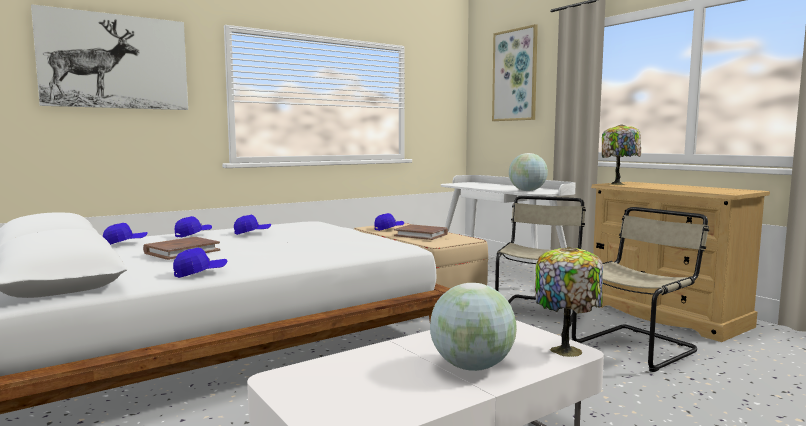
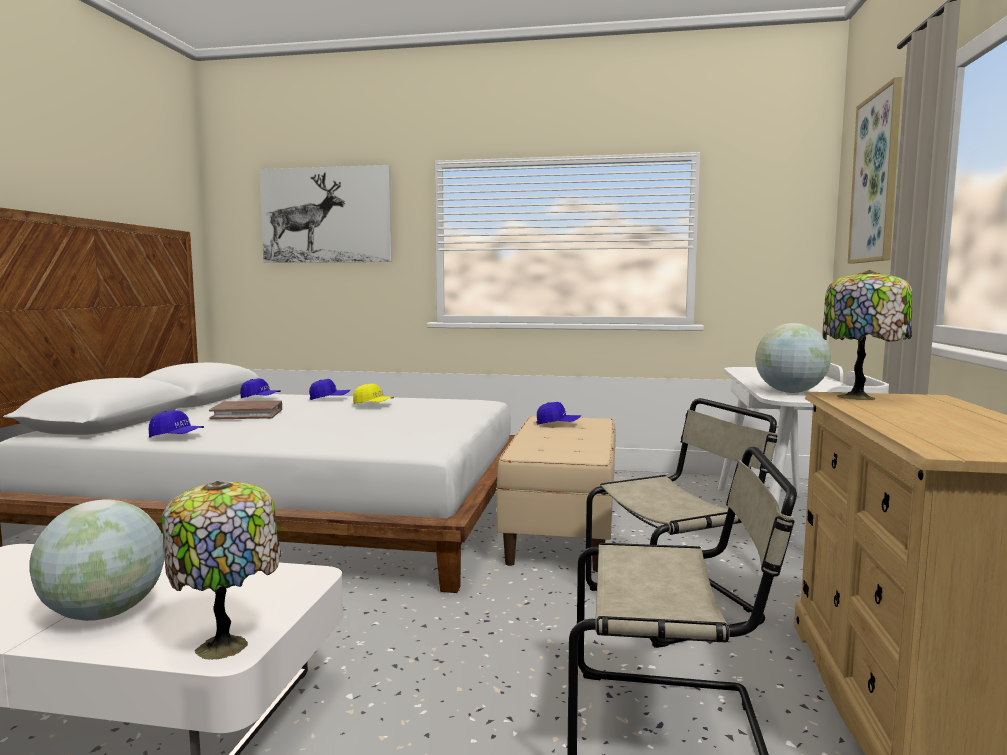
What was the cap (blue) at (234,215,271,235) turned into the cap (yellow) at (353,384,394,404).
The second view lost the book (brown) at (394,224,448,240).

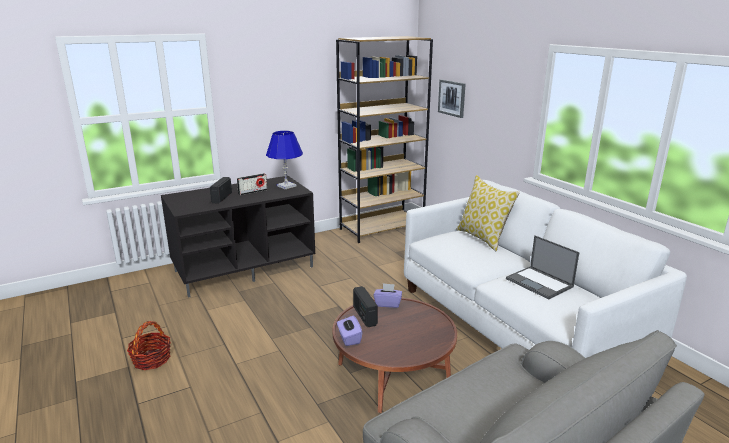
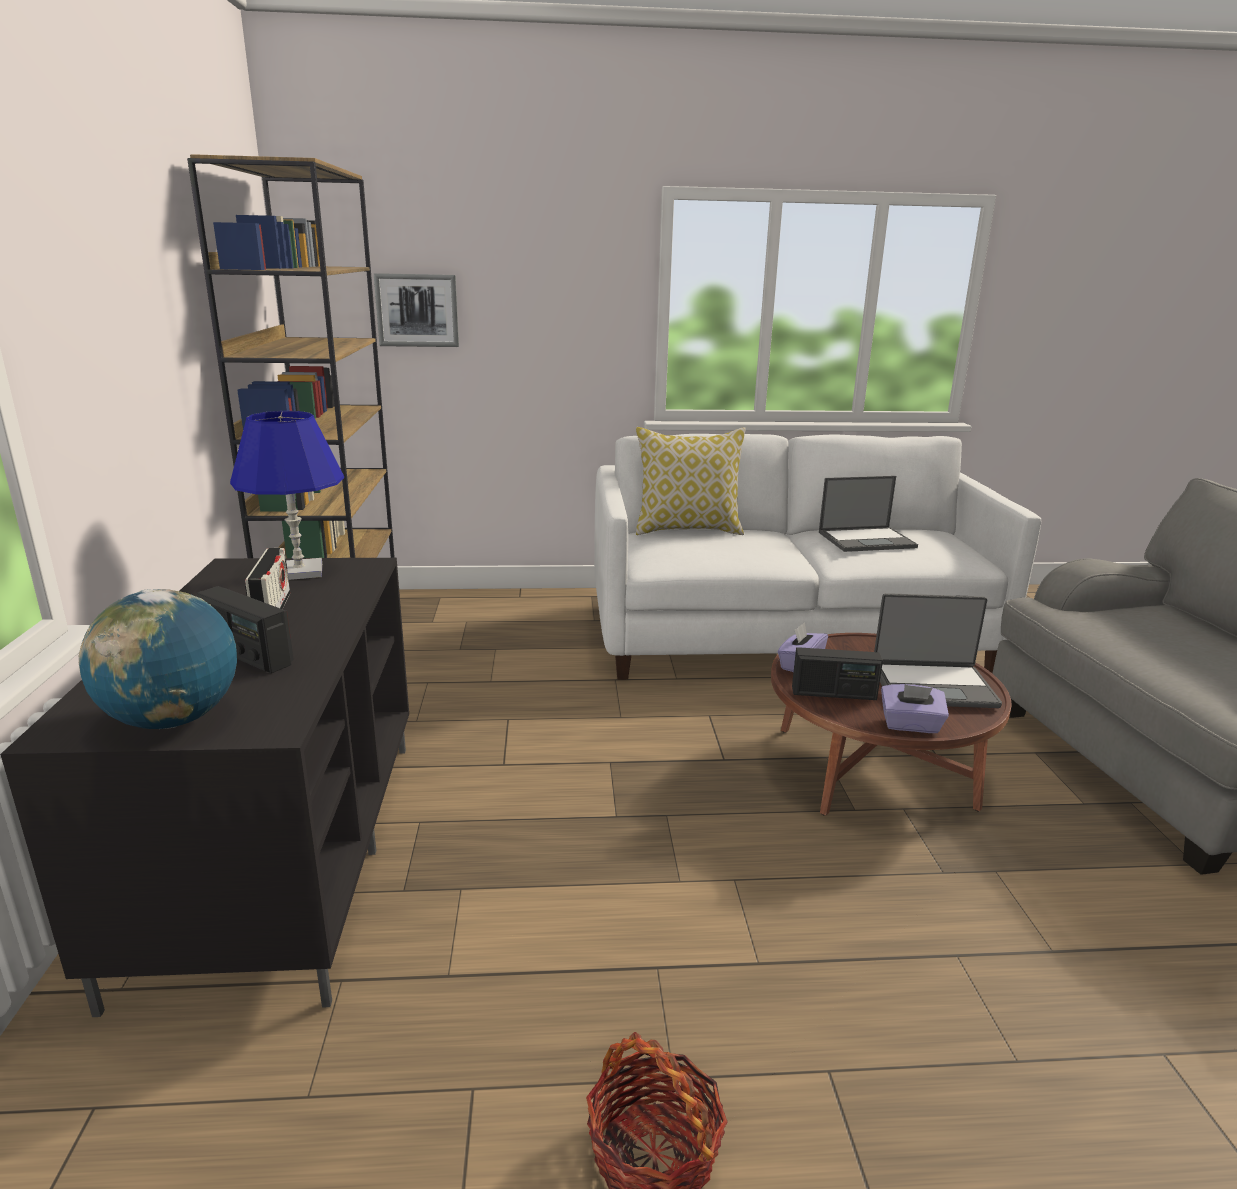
The second view gained the globe at (78,589,237,729).
The second view gained the laptop at (874,593,1002,708).

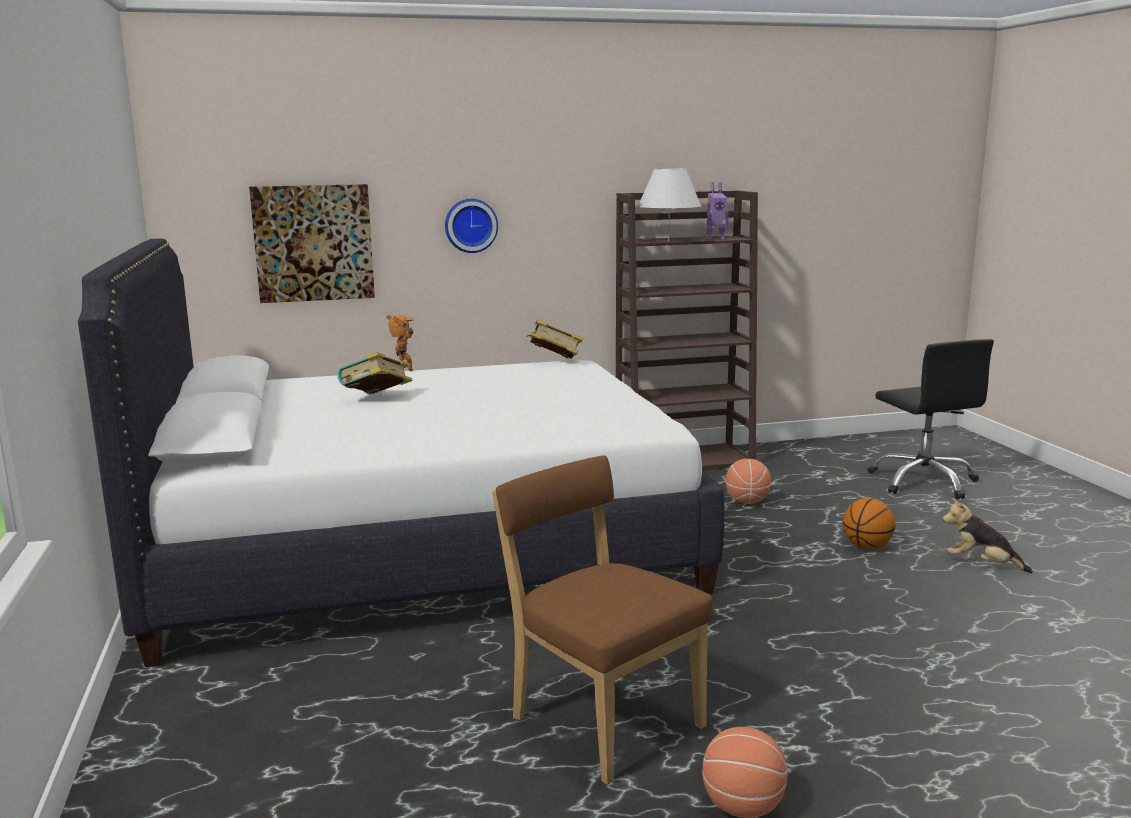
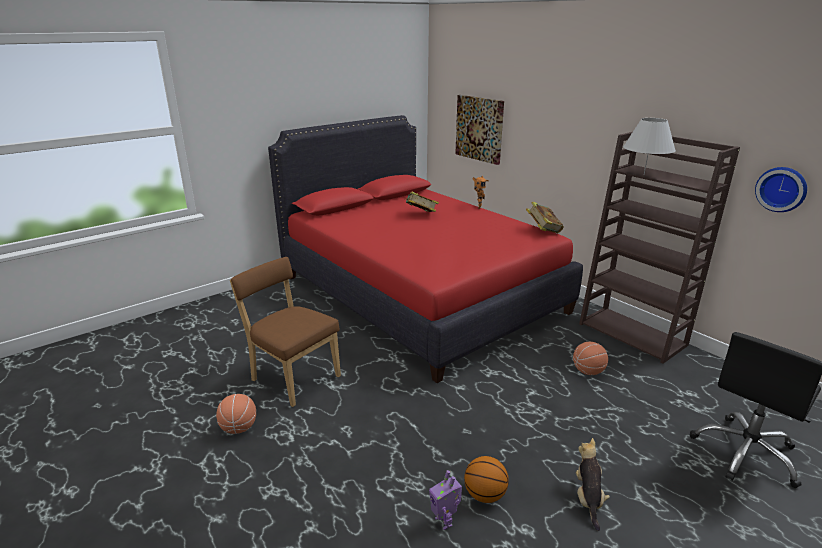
The chair (brown) at (492,456,714,785) ended up facing another way, 75 degrees counterclockwise from before.
What was the bed (white) at (78,238,725,667) turned into the bed (red) at (268,115,583,383).
The toy robot ended up elsewhere, having gone from (707,182,729,239) to (429,470,462,530).
The basketball ended up elsewhere, having gone from (843,498,895,549) to (464,456,509,503).
The wall clock ended up elsewhere, having gone from (445,199,498,253) to (755,167,807,212).

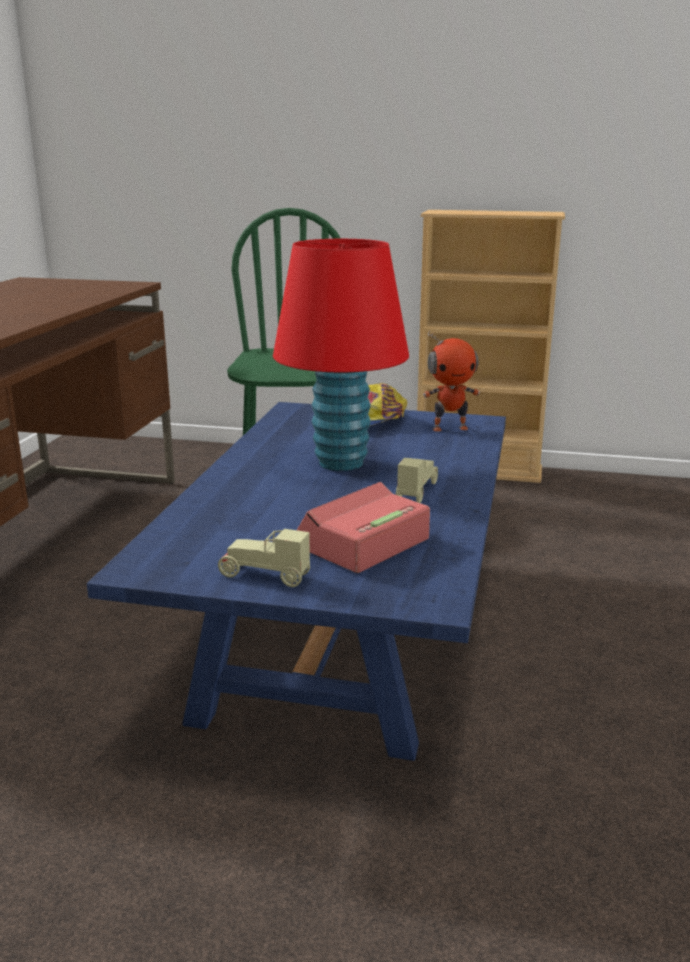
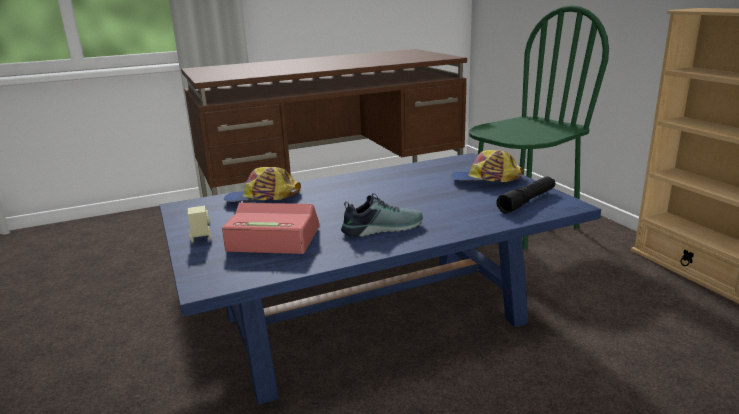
The second view gained the cap at (224,167,301,202).
Where the toy car (beige) stood at (396,458,438,503), the shoe came to stand at (341,193,423,237).
Where the toy robot stood at (423,331,480,432), the flashlight (black) came to stand at (496,176,555,214).
The second view lost the table lamp (red) at (273,239,409,471).

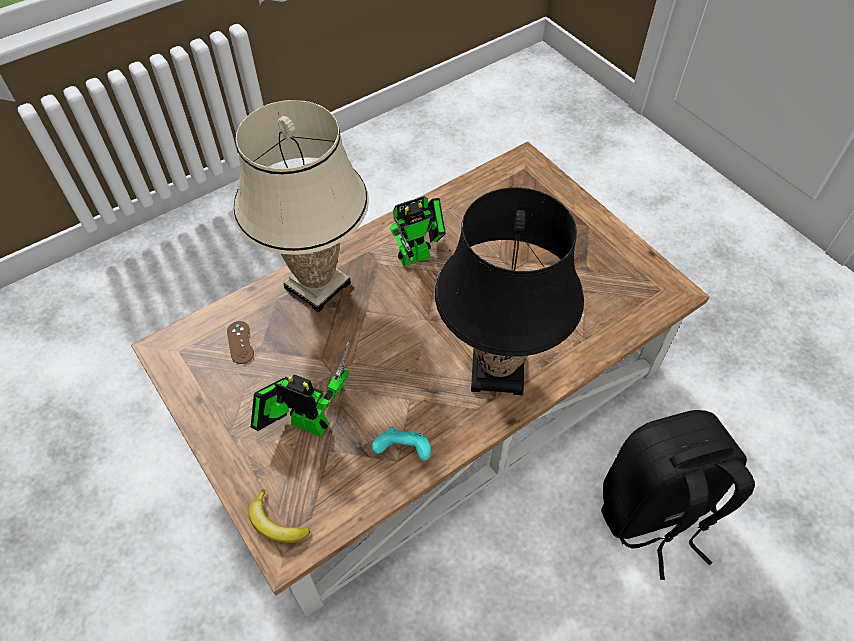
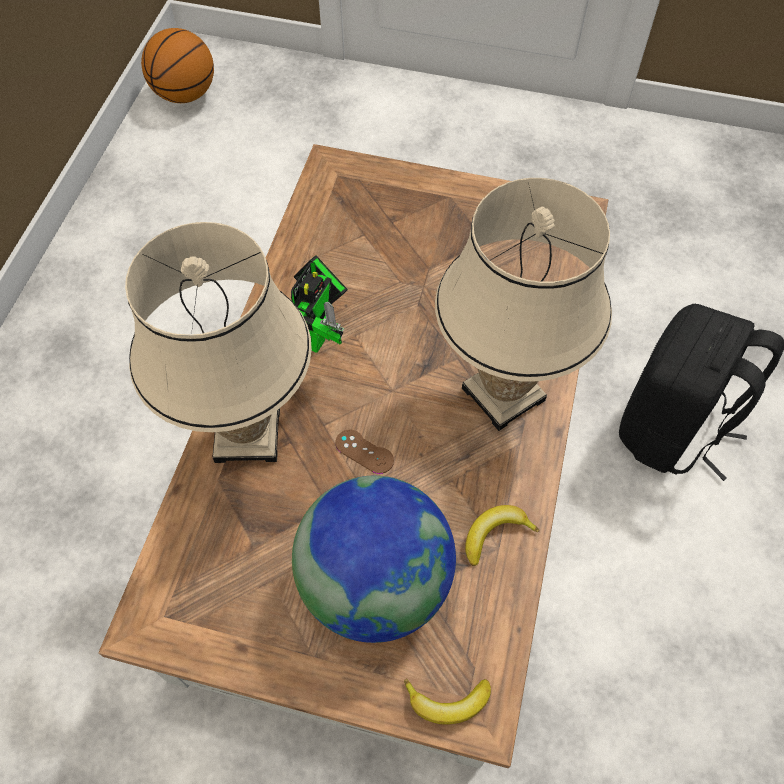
The second view gained the basketball at (141,28,214,103).
Where the toy robot stood at (251,341,349,437), the globe came to stand at (292,476,456,643).
The game controller (brown) ended up elsewhere, having gone from (227,321,254,364) to (336,429,394,474).
What was the table lamp (black) at (435,188,584,395) turned into the table lamp (beige) at (435,178,612,431).
Where the game controller (turquoise) stood at (372,427,431,461), the banana came to stand at (465,505,540,566).

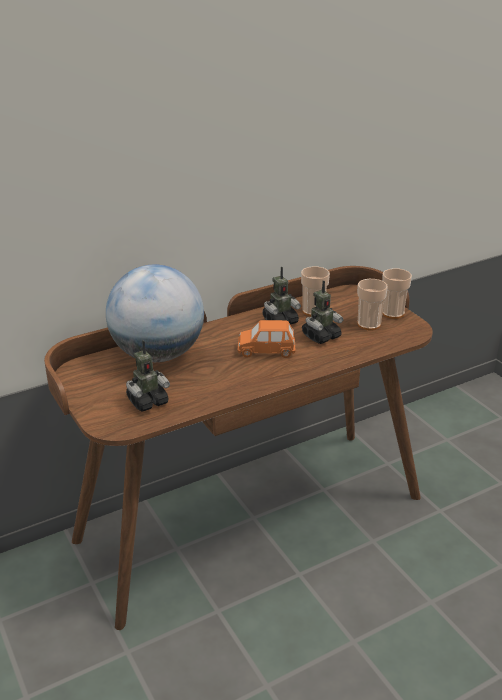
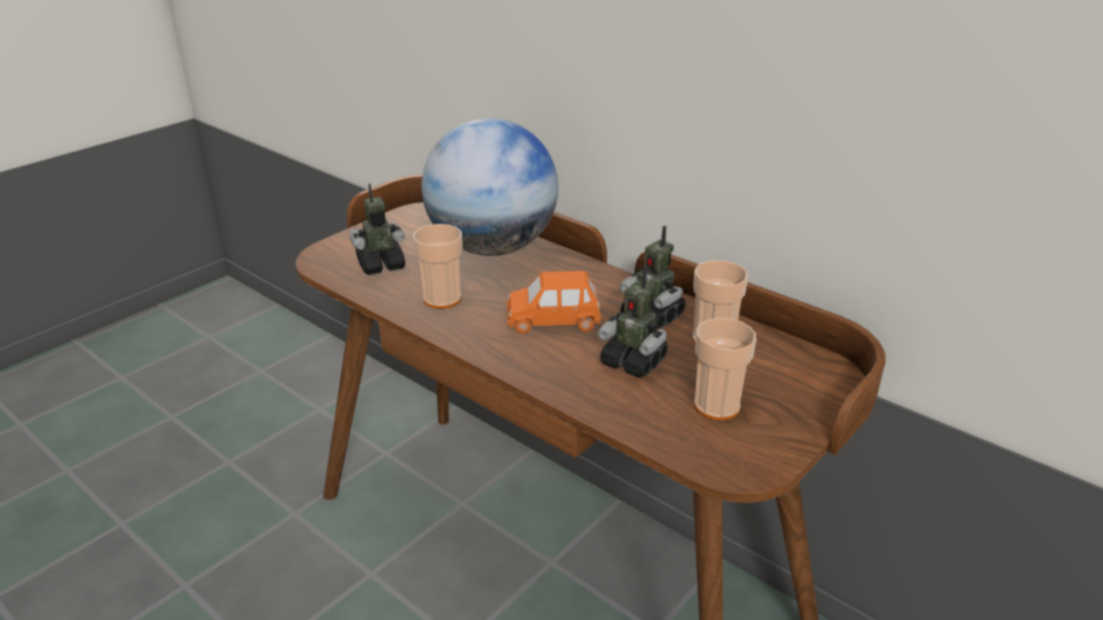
The toy robot at (126,340,170,412) ended up facing another way, 120 degrees clockwise from before.
The cup ended up elsewhere, having gone from (382,268,412,319) to (413,224,463,309).
The toy car (orange) at (237,320,296,358) ended up facing another way, 75 degrees counterclockwise from before.

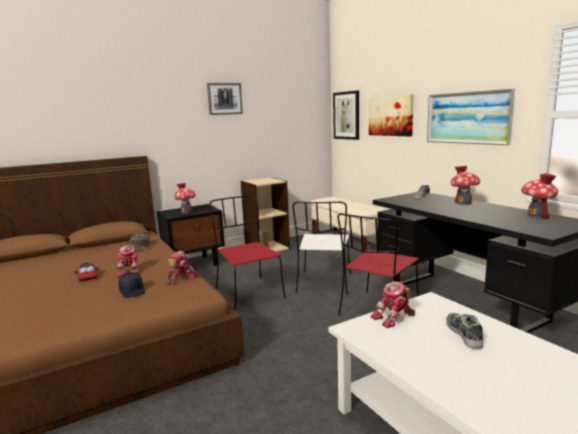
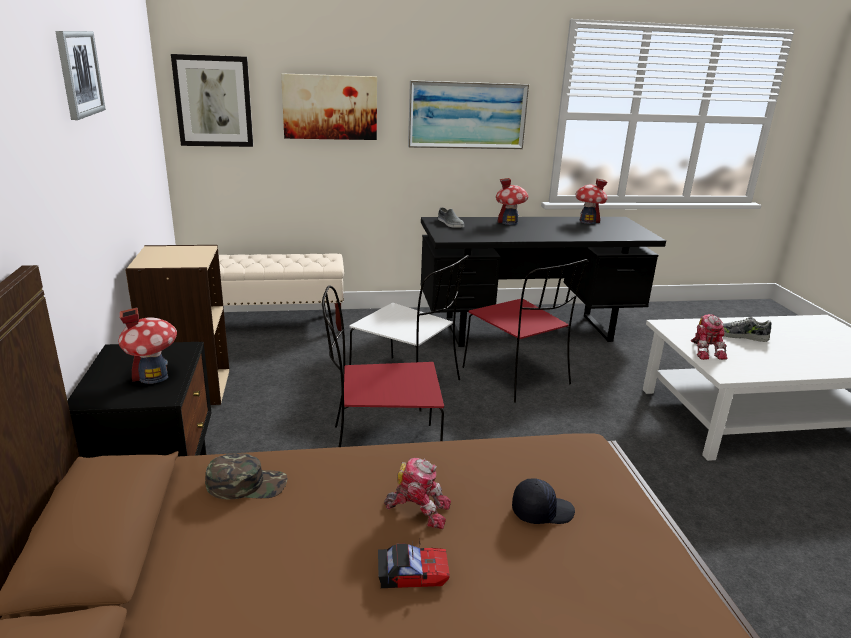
The second view lost the toy robot at (166,251,199,285).

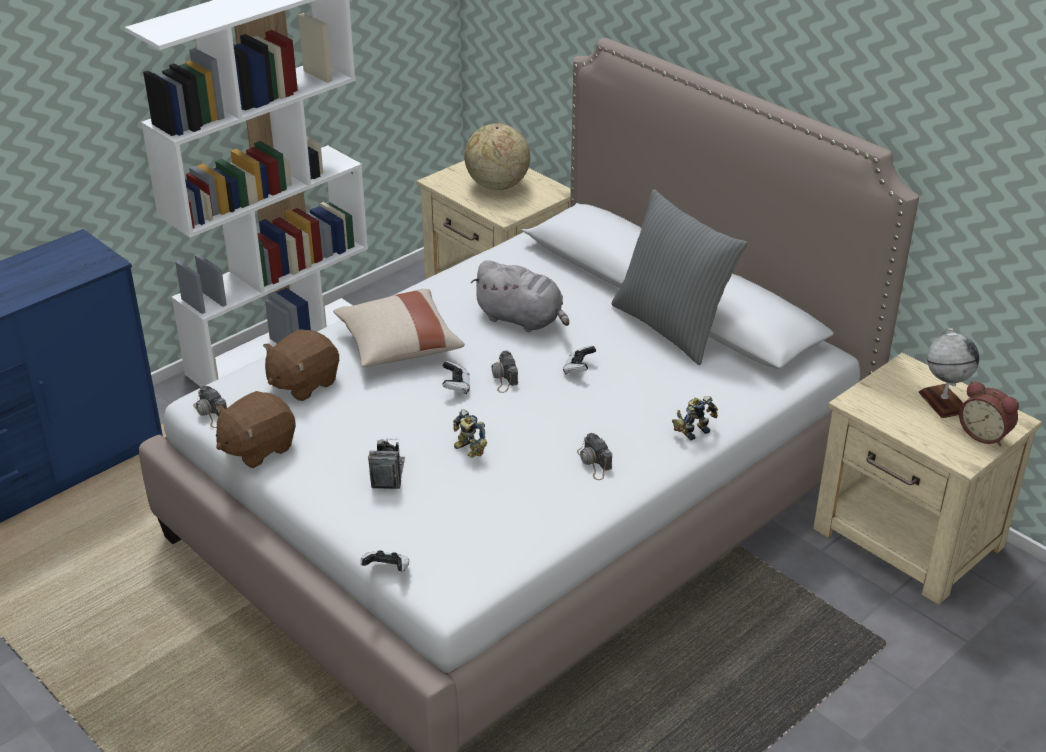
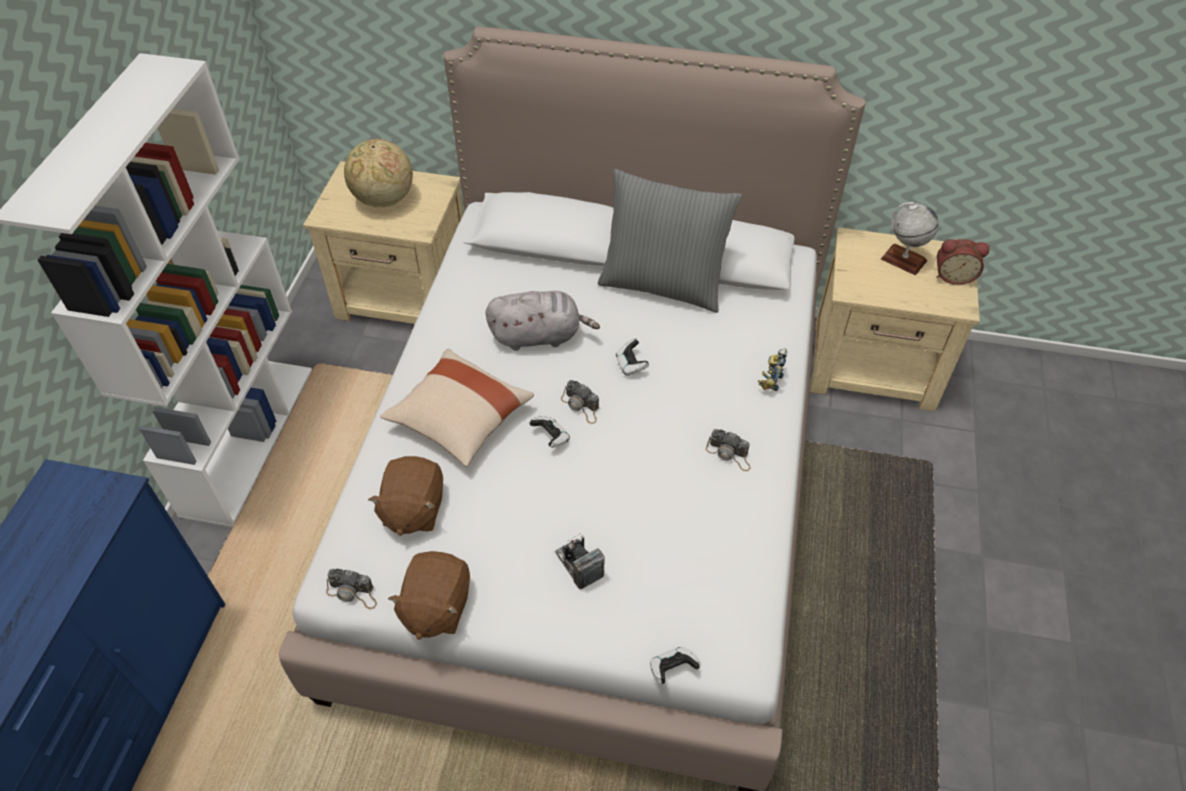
The second view lost the toy robot at (453,409,487,458).

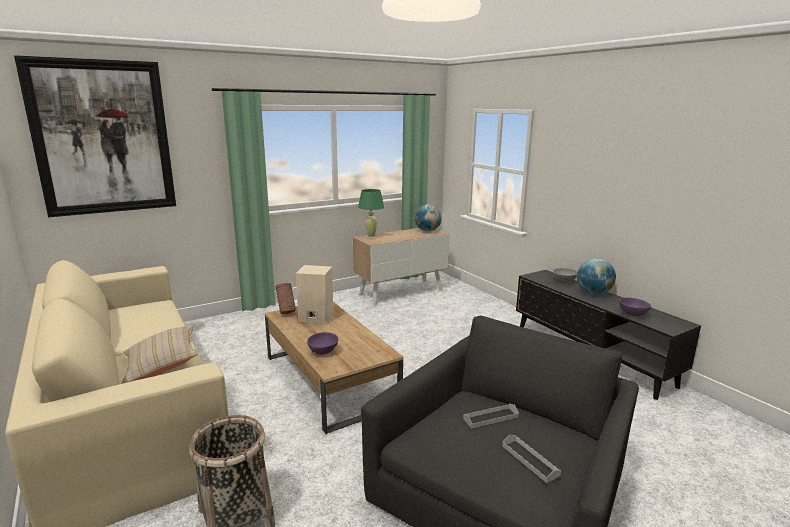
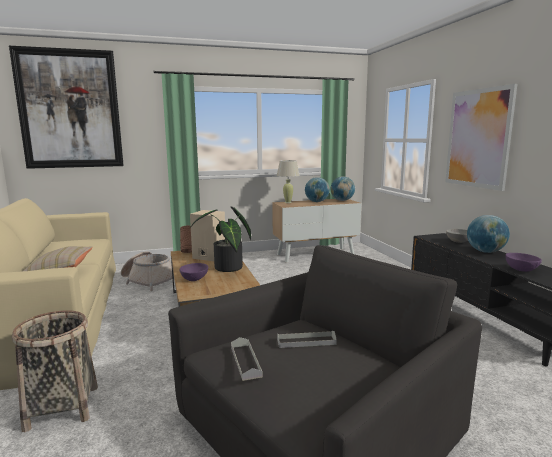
The second view gained the basket at (121,251,174,291).
The second view gained the potted plant at (190,207,251,272).
The tray (grey) ended up elsewhere, having gone from (502,435,561,483) to (231,337,263,381).
What was the table lamp (green) at (358,189,384,238) turned into the table lamp (beige) at (277,160,300,203).
The second view gained the globe at (305,177,330,202).
The second view gained the picture at (445,84,517,191).

